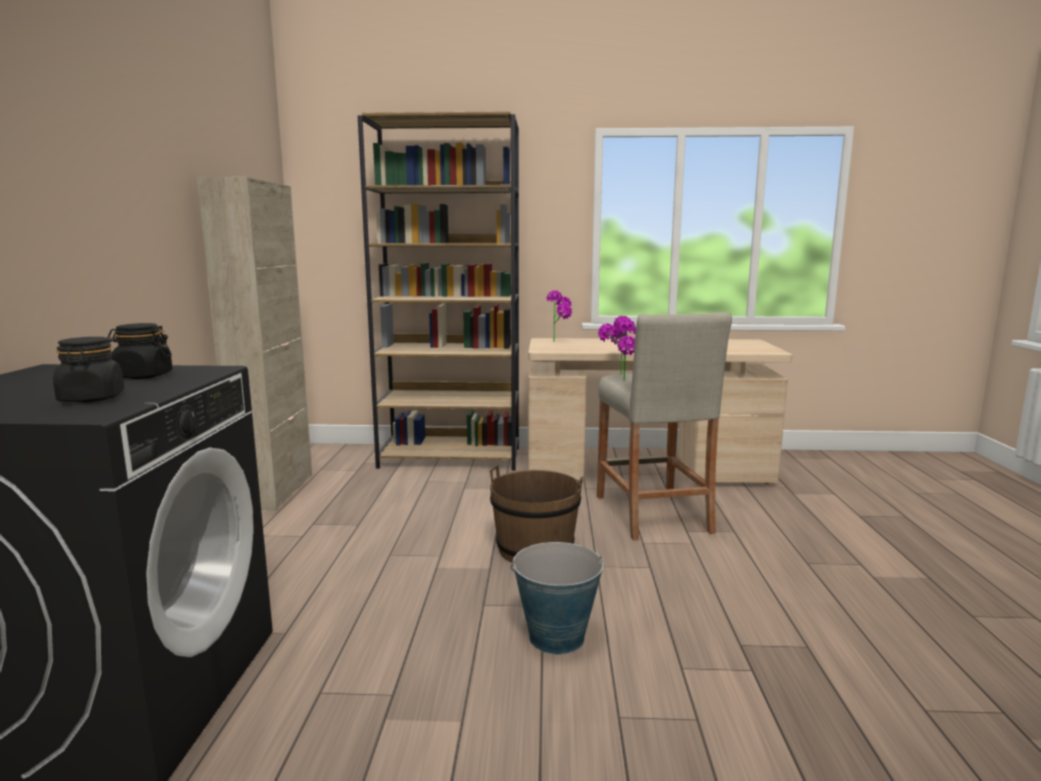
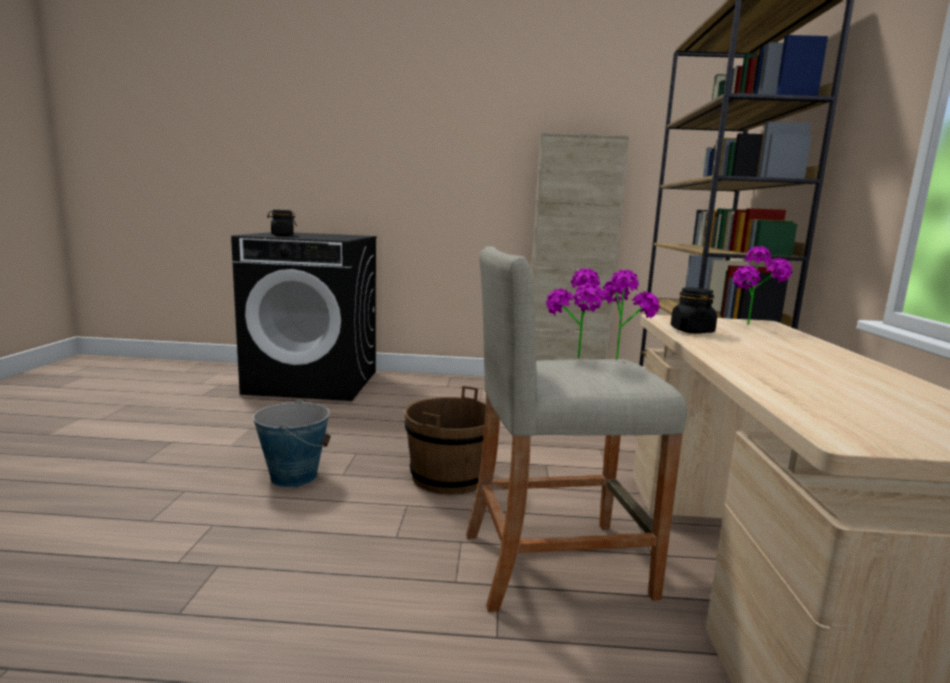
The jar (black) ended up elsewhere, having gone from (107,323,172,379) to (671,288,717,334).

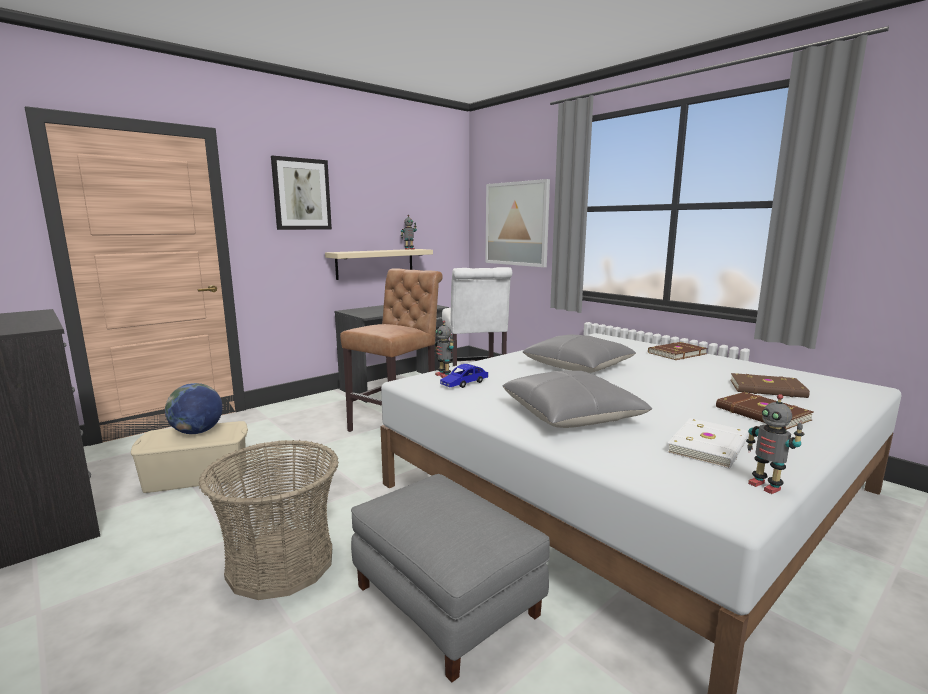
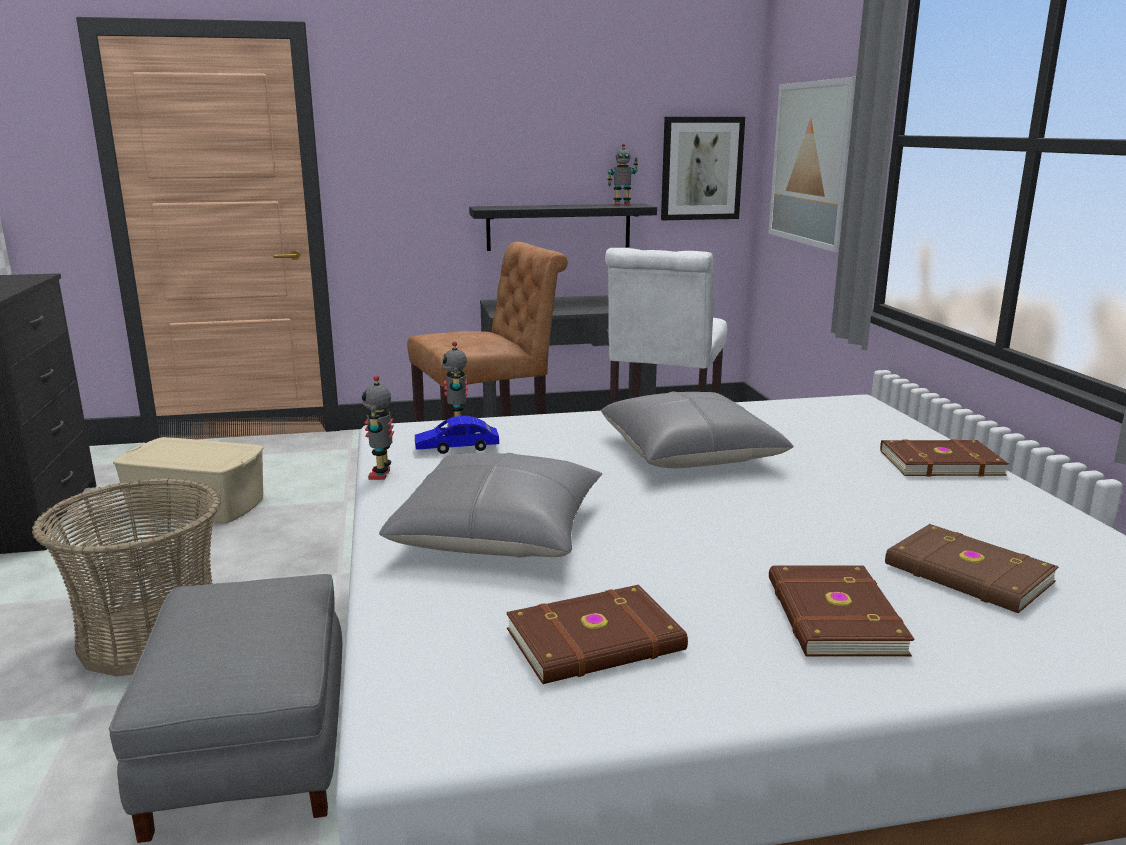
The toy robot ended up elsewhere, having gone from (746,394,804,494) to (362,375,394,480).
What was the shelf (beige) at (325,249,433,280) turned into the shelf (black) at (469,204,657,251).
What was the book (white) at (666,418,748,469) turned into the book (brown) at (506,585,688,684).
The picture ended up elsewhere, having gone from (271,156,332,230) to (661,117,745,220).
The second view lost the globe at (165,383,223,434).

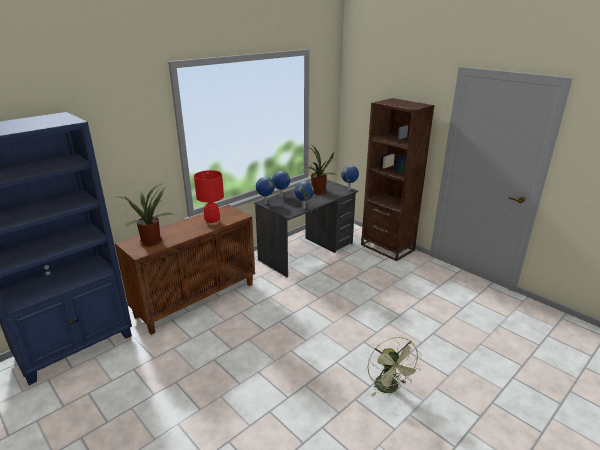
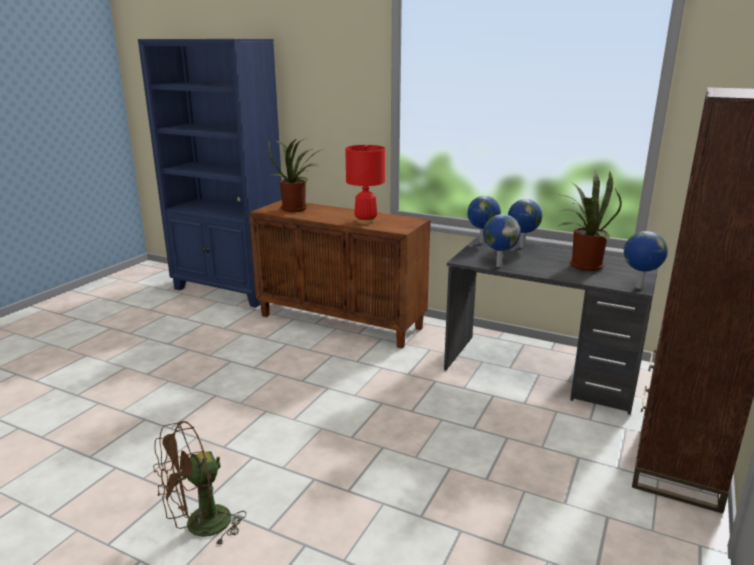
What was the fan (green) at (368,337,422,397) turned into the fan (brown) at (153,421,246,546).

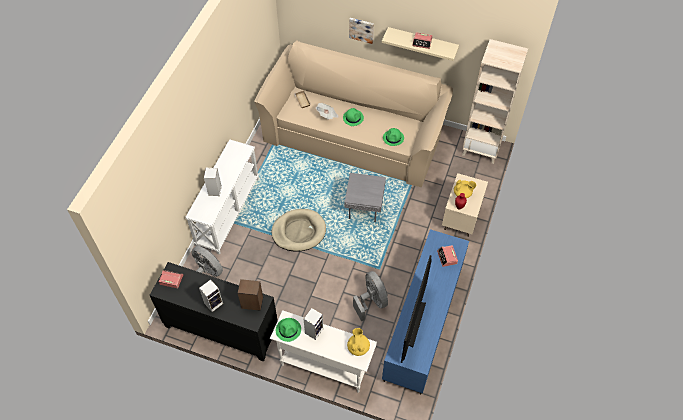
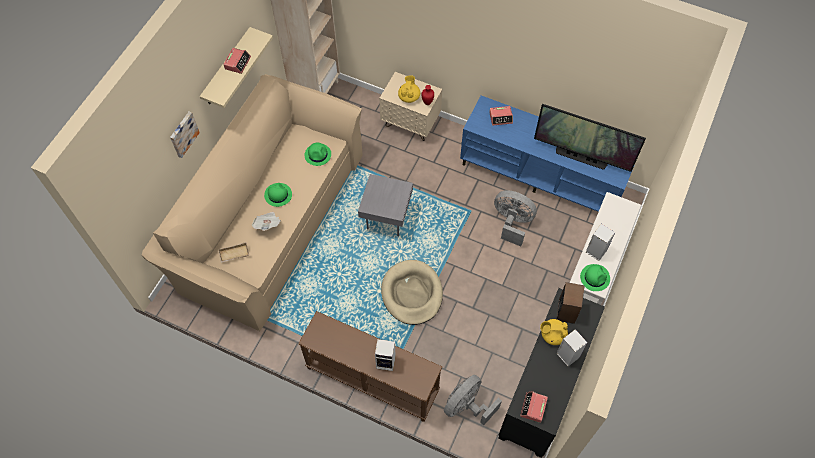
What was the console table (white) at (185,139,259,255) turned into the console table (brown) at (298,311,442,422).
The fan (grey) at (353,271,388,321) ended up facing another way, 45 degrees clockwise from before.
The teapot (yellow) ended up elsewhere, having gone from (347,328,370,356) to (540,319,568,345).

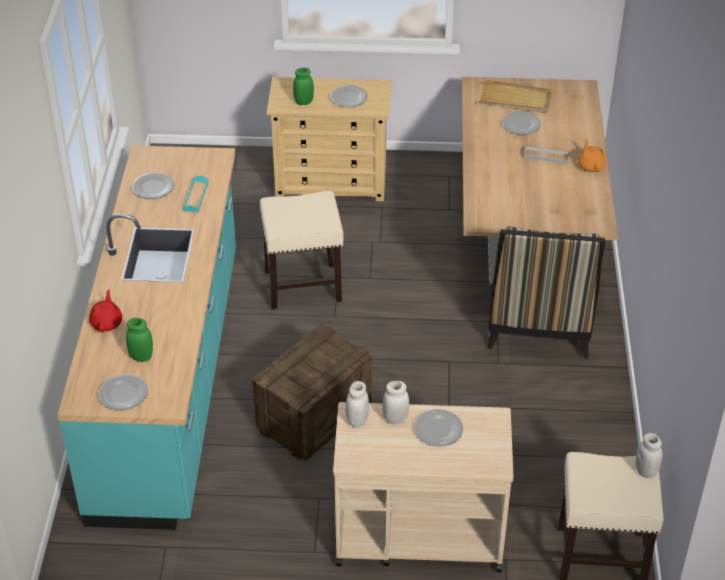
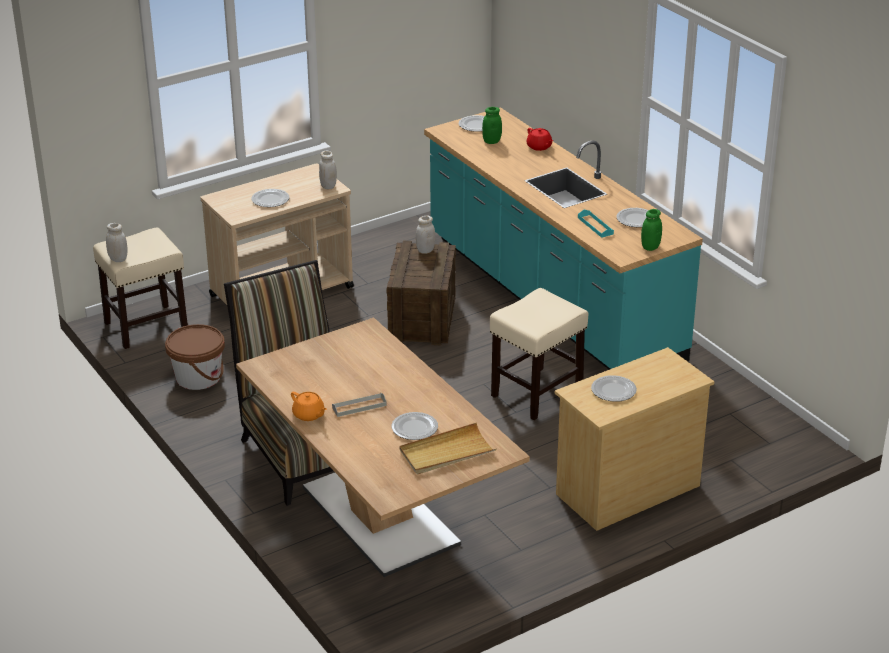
The second view gained the bucket (brown) at (165,324,225,390).
The jar (white) ended up elsewhere, having gone from (383,381,409,424) to (416,216,435,254).
The jar (green) ended up elsewhere, having gone from (293,68,314,105) to (641,209,662,251).

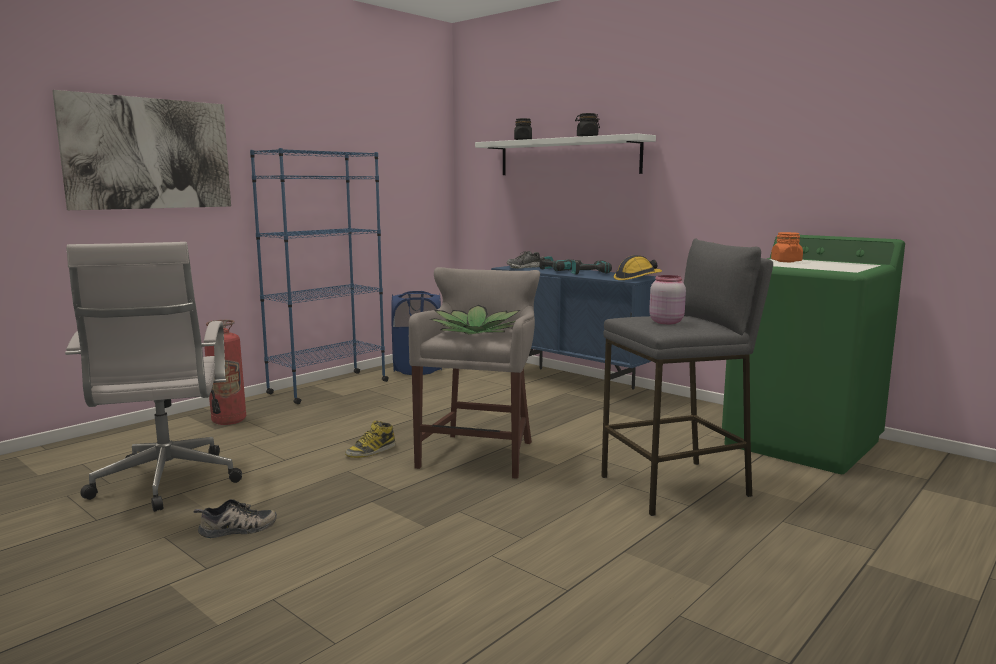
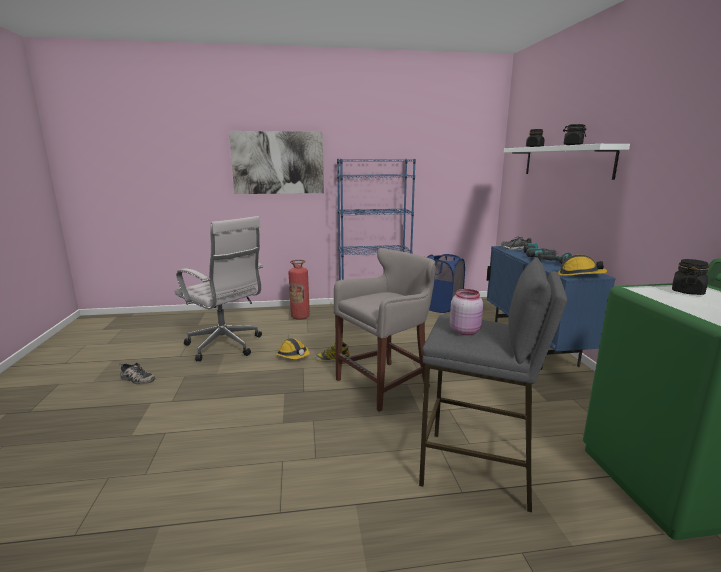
The shoe ended up elsewhere, having gone from (194,499,277,538) to (119,363,155,385).
The office chair (white) at (65,242,242,512) ended up facing another way, 75 degrees counterclockwise from before.
The second view gained the hard hat at (276,338,310,359).
What was the jar (orange) at (771,232,803,262) turned into the jar (black) at (672,259,709,295).
The second view lost the potted plant at (430,305,520,334).

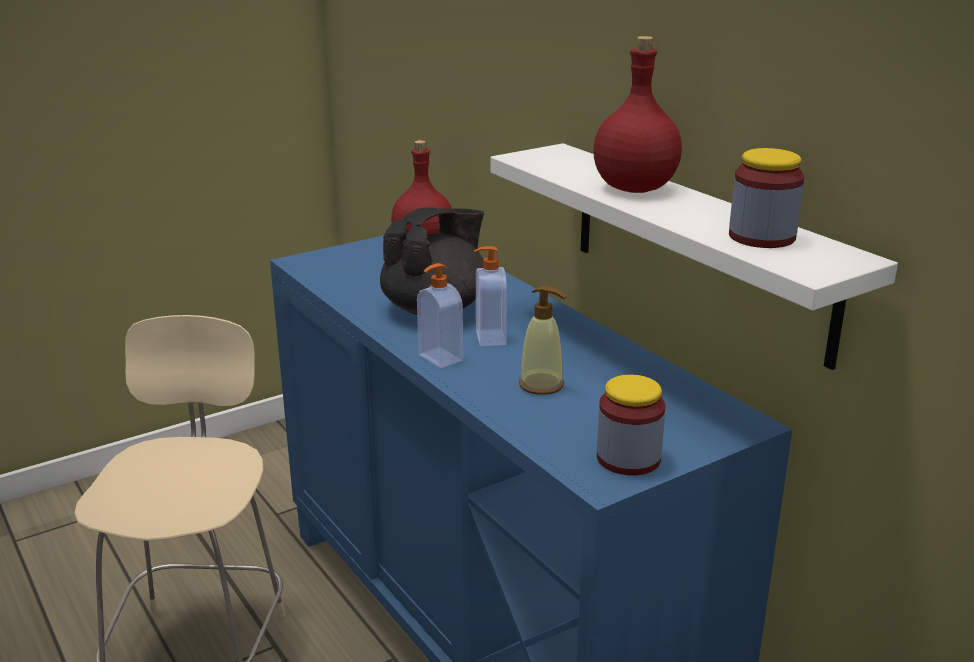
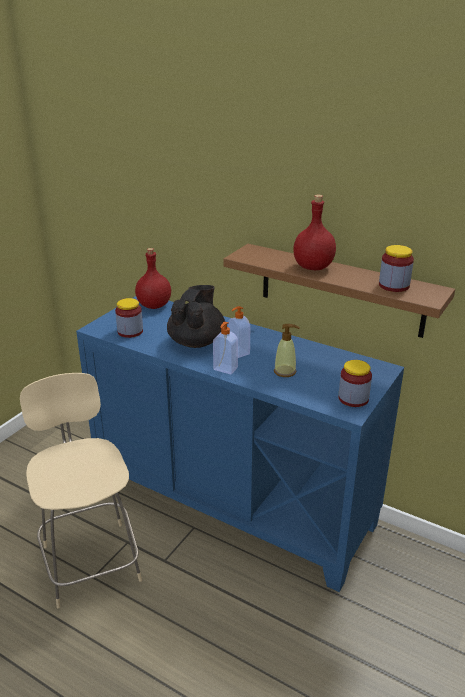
The second view gained the jar at (115,298,143,338).
What was the shelf (white) at (490,143,898,370) turned into the shelf (brown) at (223,244,455,338).

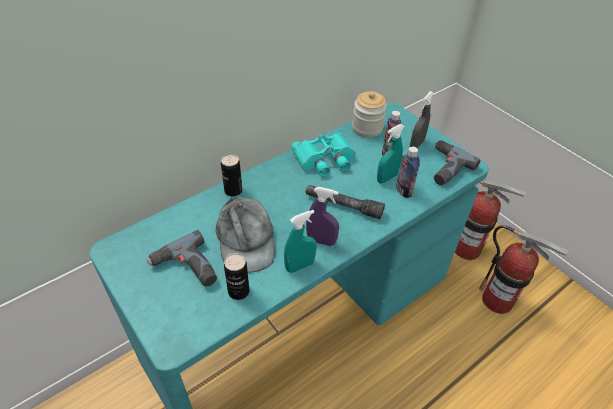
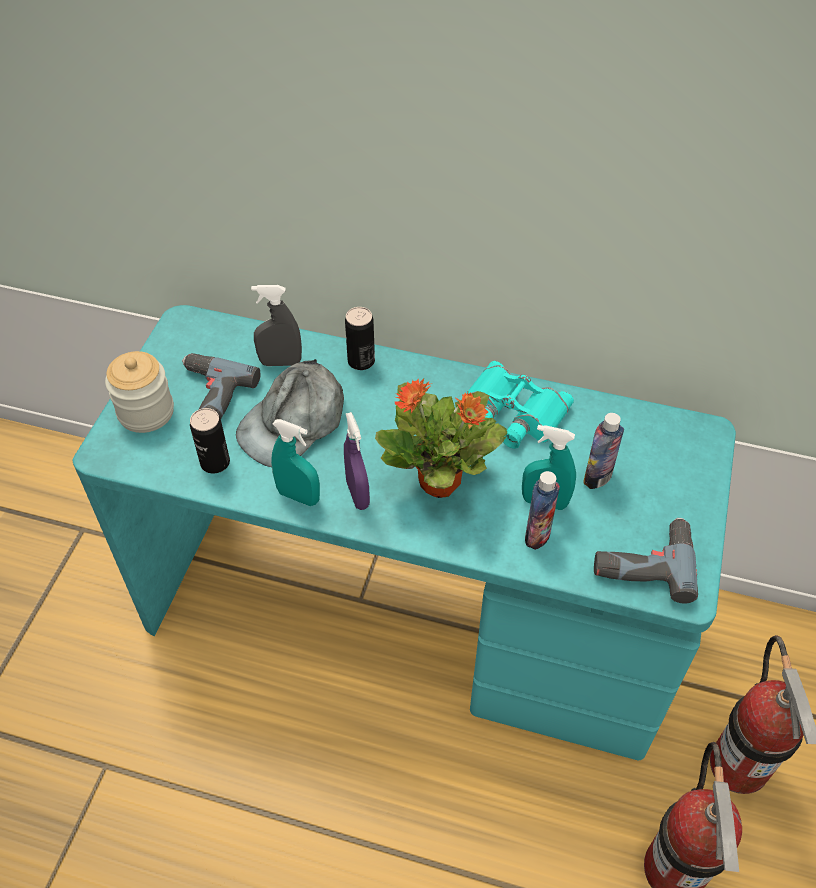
The jar ended up elsewhere, having gone from (352,91,387,137) to (105,351,174,433).
The spray bottle (grey) ended up elsewhere, having gone from (410,91,434,149) to (251,285,302,366).
Where the flashlight (grey) stood at (306,185,385,219), the potted plant came to stand at (375,378,507,498).

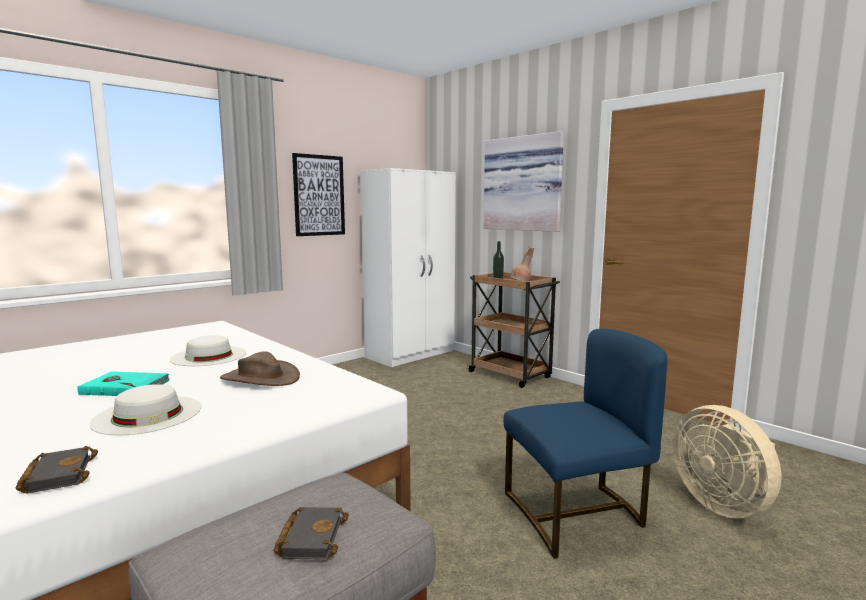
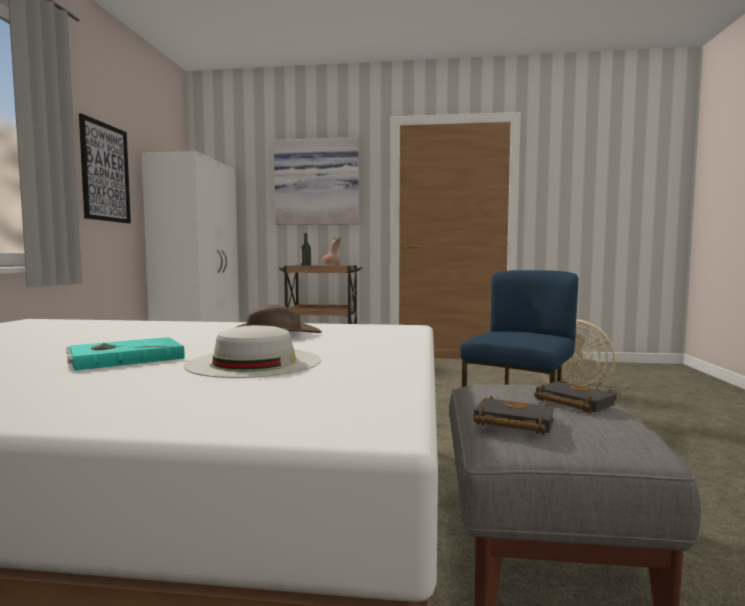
The book (black) ended up elsewhere, having gone from (15,446,98,494) to (473,395,555,434).
The second view lost the hat (white) at (170,335,246,366).

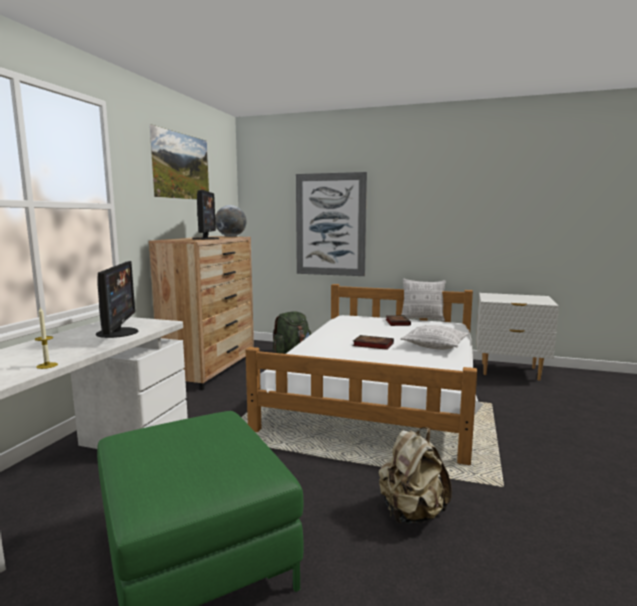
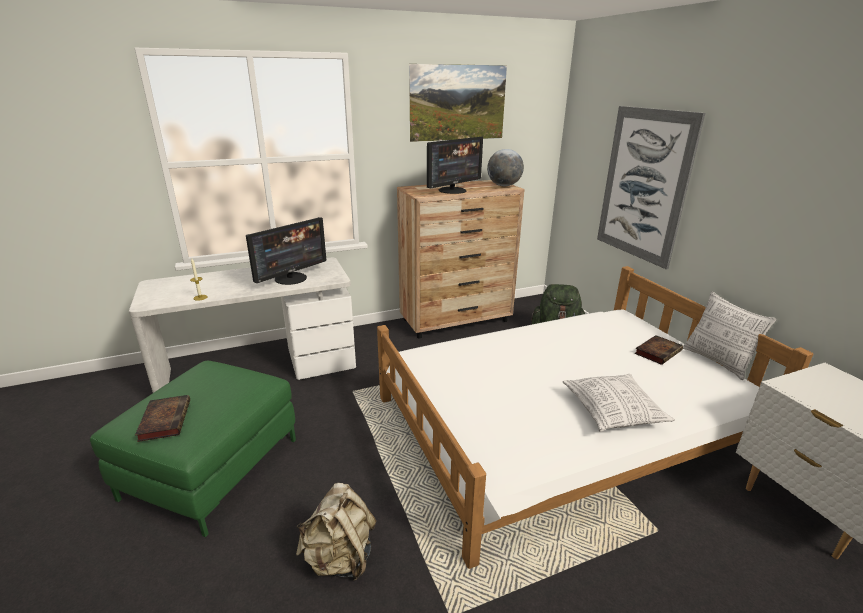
The book ended up elsewhere, having gone from (353,335,394,350) to (135,395,190,442).

